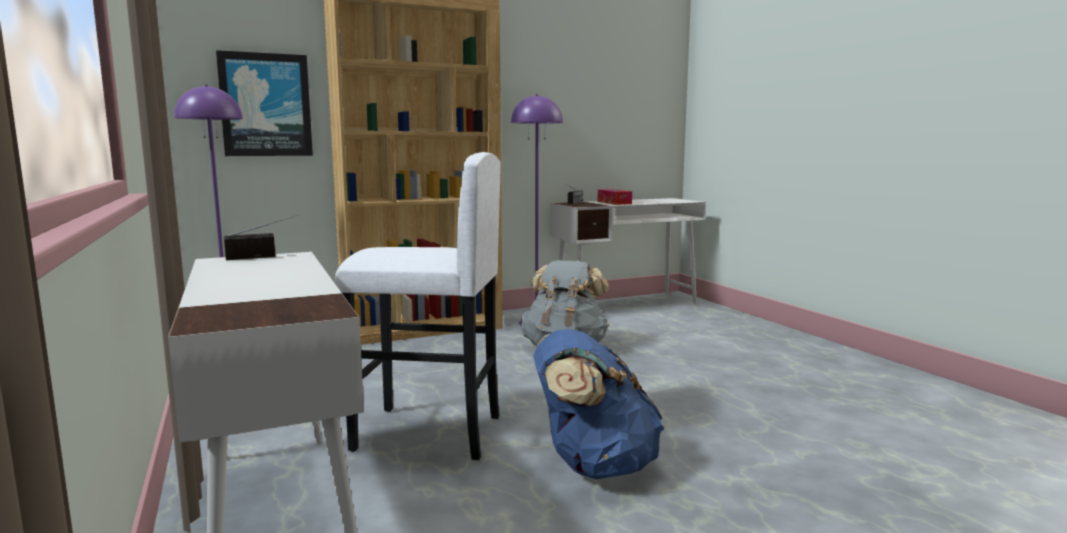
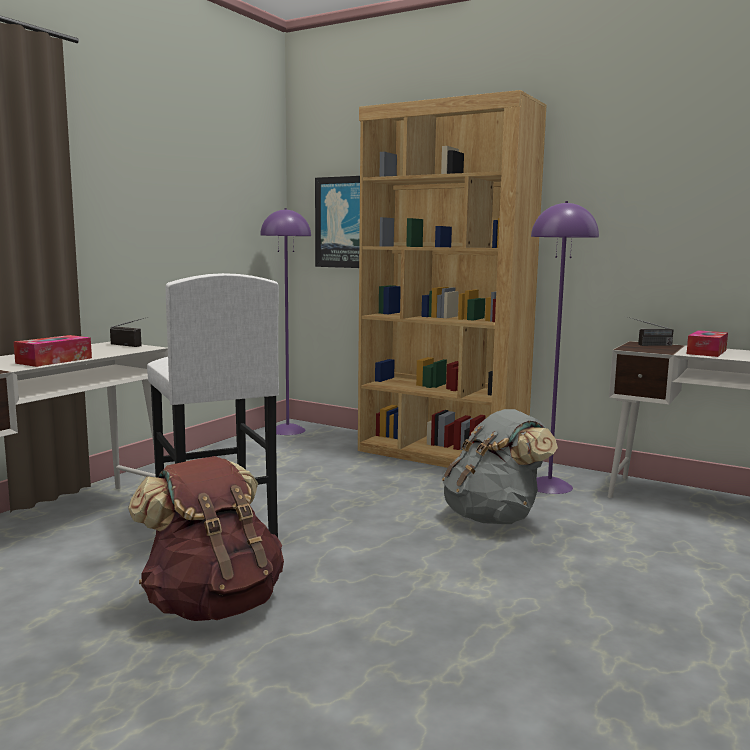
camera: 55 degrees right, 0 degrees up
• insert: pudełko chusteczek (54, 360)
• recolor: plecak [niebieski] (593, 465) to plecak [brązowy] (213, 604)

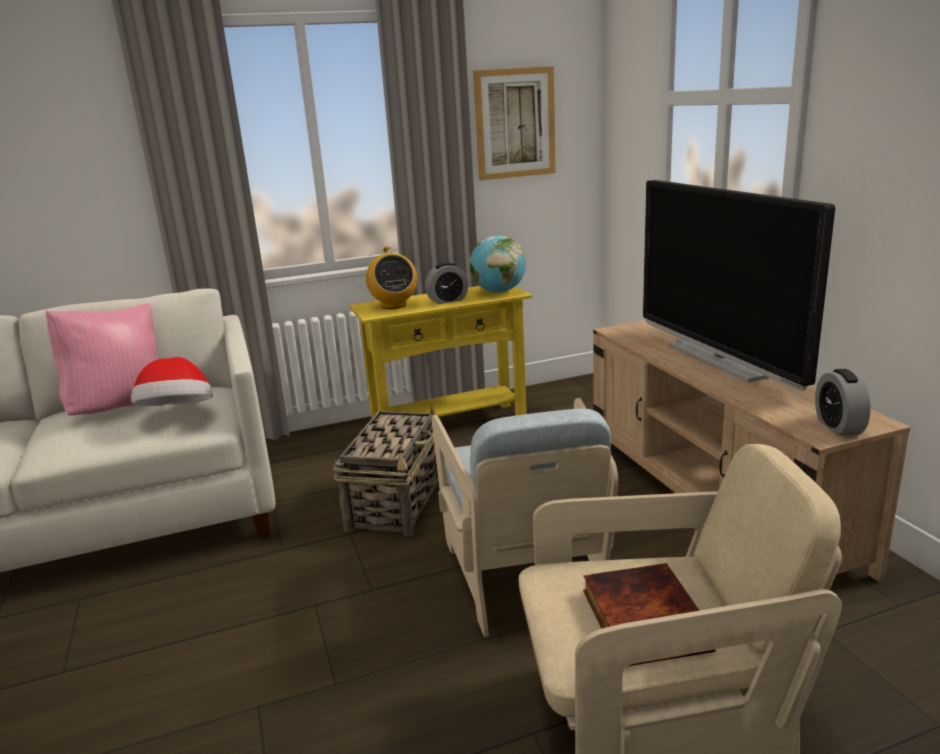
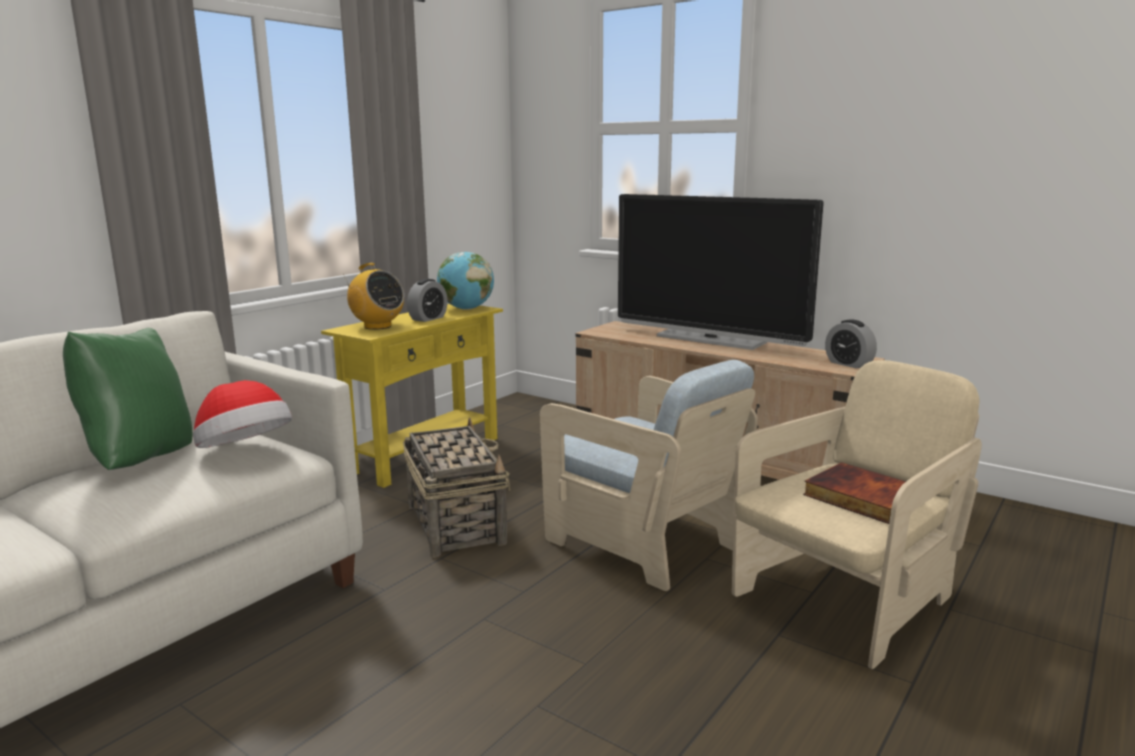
camera: 35 degrees left, 5 degrees down
• recolor: poduszka [różowy] (121, 407) to poduszka [zielony] (139, 460)
• delete: obraz (515, 123)

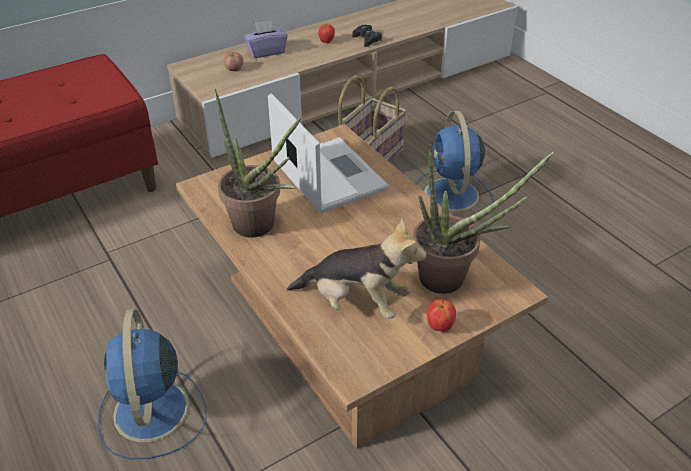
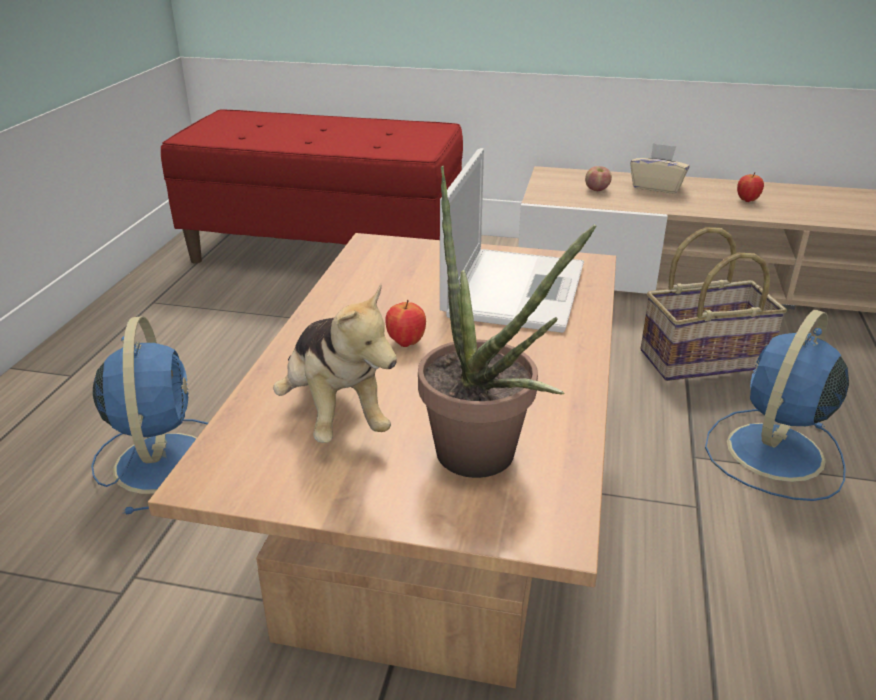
camera: 45 degrees right, 10 degrees down
• rotate: wentylator [niebieski] (151, 413) = (163, 460) 135 degrees clockwise
• move: jabłko (439, 327) to (406, 343)
• recolor: pudełko chusteczek [fioletowy] (266, 52) to pudełko chusteczek [beżowy] (657, 187)
• delete: roślina doniczkowa (260, 228)
• delete: pad do gier [czarny] (367, 39)

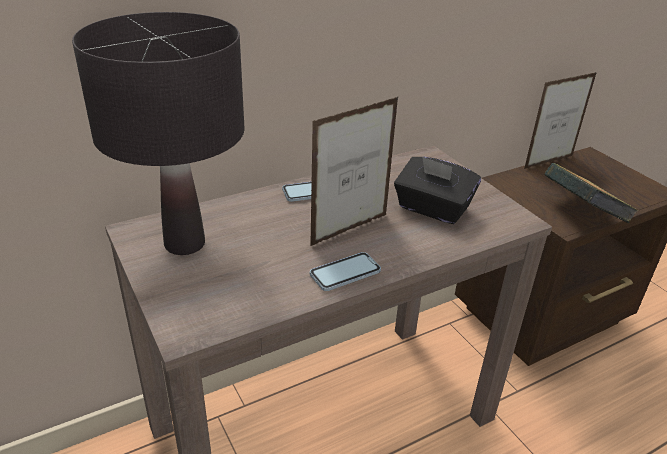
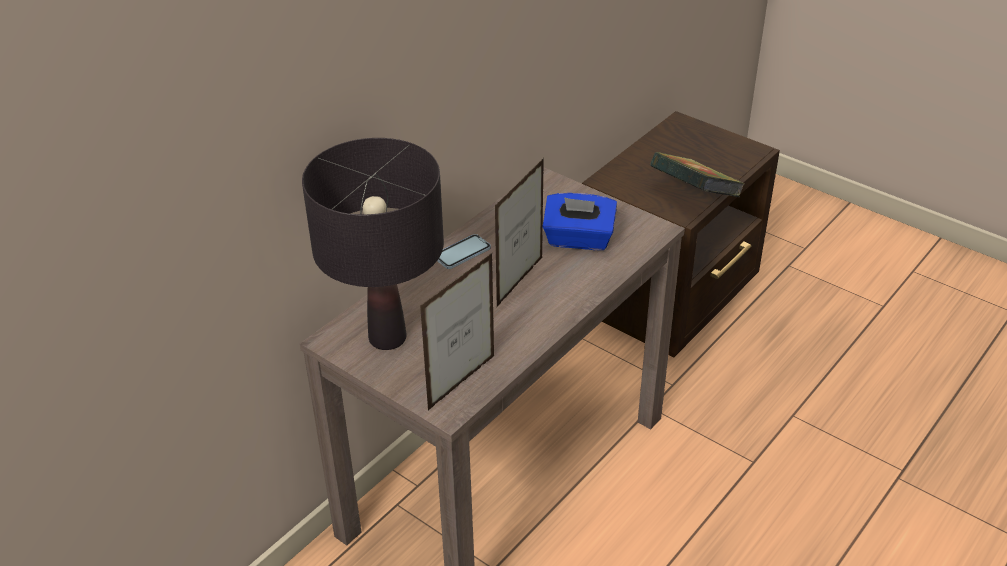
camera: 20 degrees left, 5 degrees up
• move: ramka na zdjęcie (548, 162) to (462, 382)
• recolor: pudełko chusteczek [czarny] (432, 209) to pudełko chusteczek [niebieski] (578, 239)
• delete: telefon (345, 273)

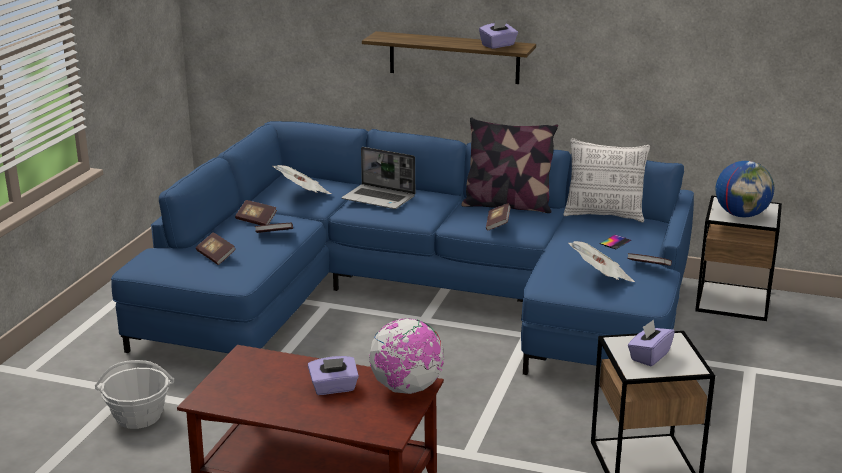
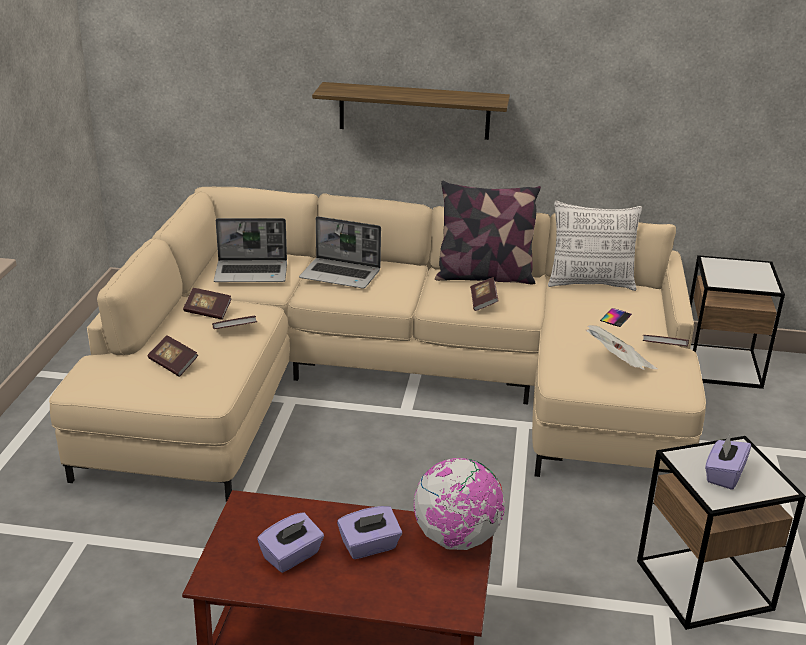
camera: 10 degrees left, 5 degrees up
• recolor: kanapa [niebieski] (416, 297) to kanapa [beżowy] (388, 384)
• replace: gazeta (303, 193) to laptop (252, 273)
• move: pudełko chusteczek [fioletowy] (498, 45) to (292, 556)
• delete: koszyk (138, 416)
• delete: globus (741, 215)

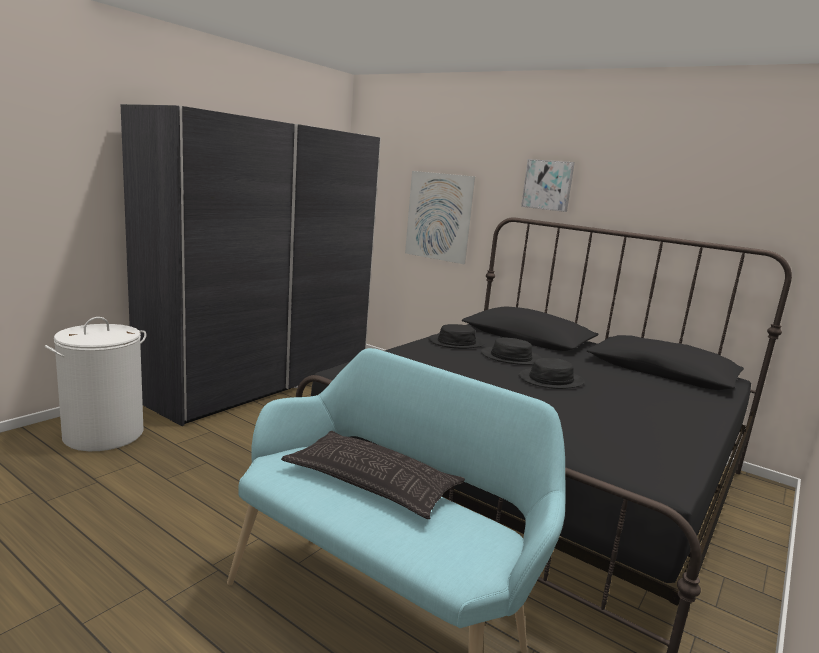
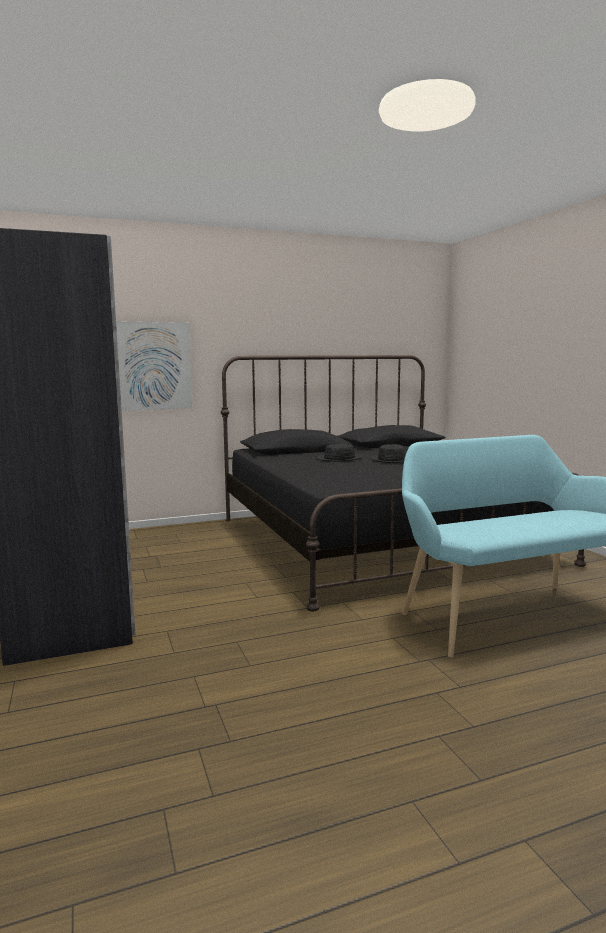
camera: 55 degrees left, 5 degrees down
• delete: kosz na pranie [biały] (104, 434)
• delete: poduszka (372, 483)
• delete: kapelusz [czarny] (456, 342)
• delete: obraz (548, 185)

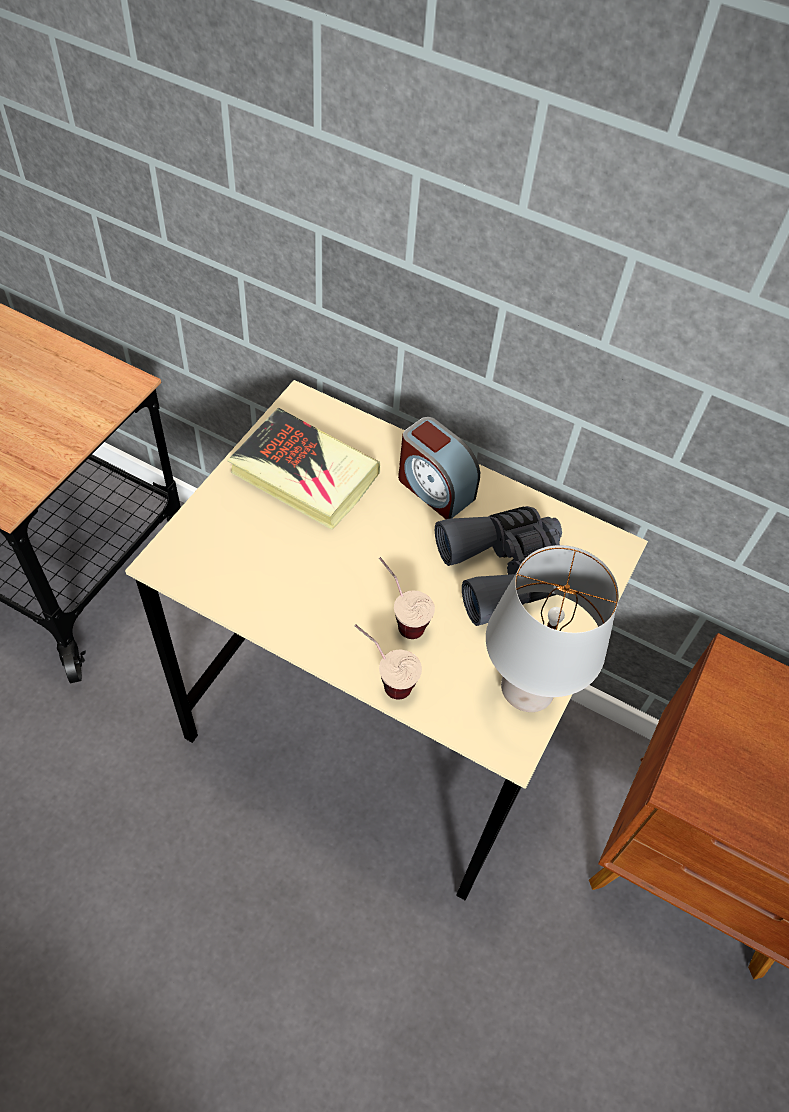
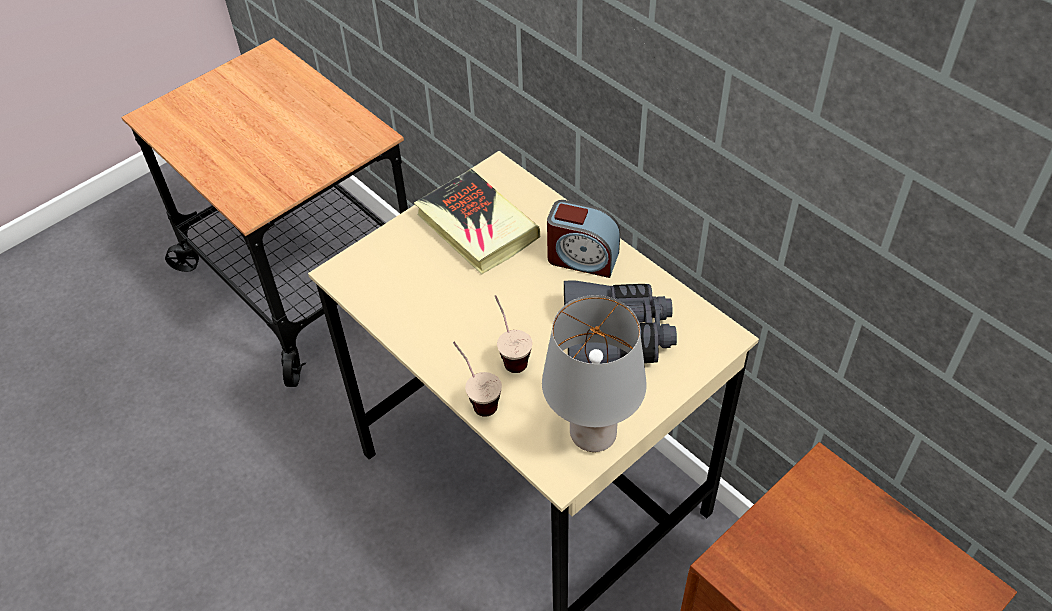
camera: 25 degrees right, 5 degrees down
• rotate: budzik (434, 488) = (582, 258) 45 degrees counterclockwise

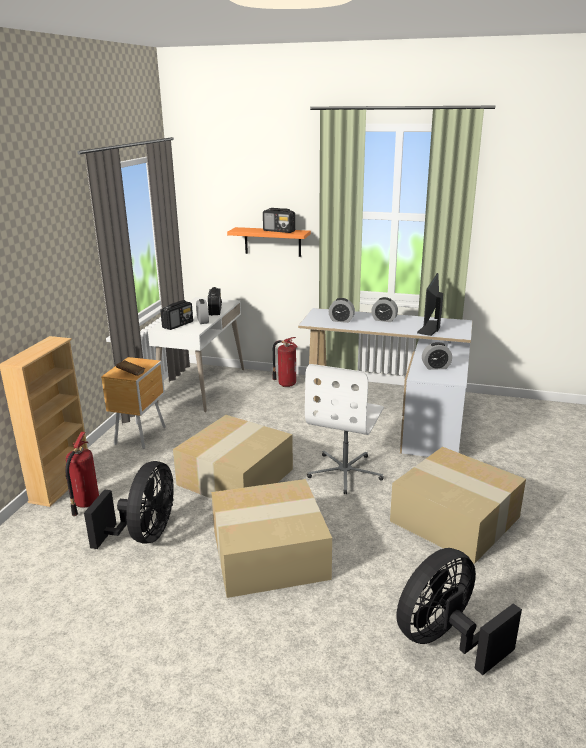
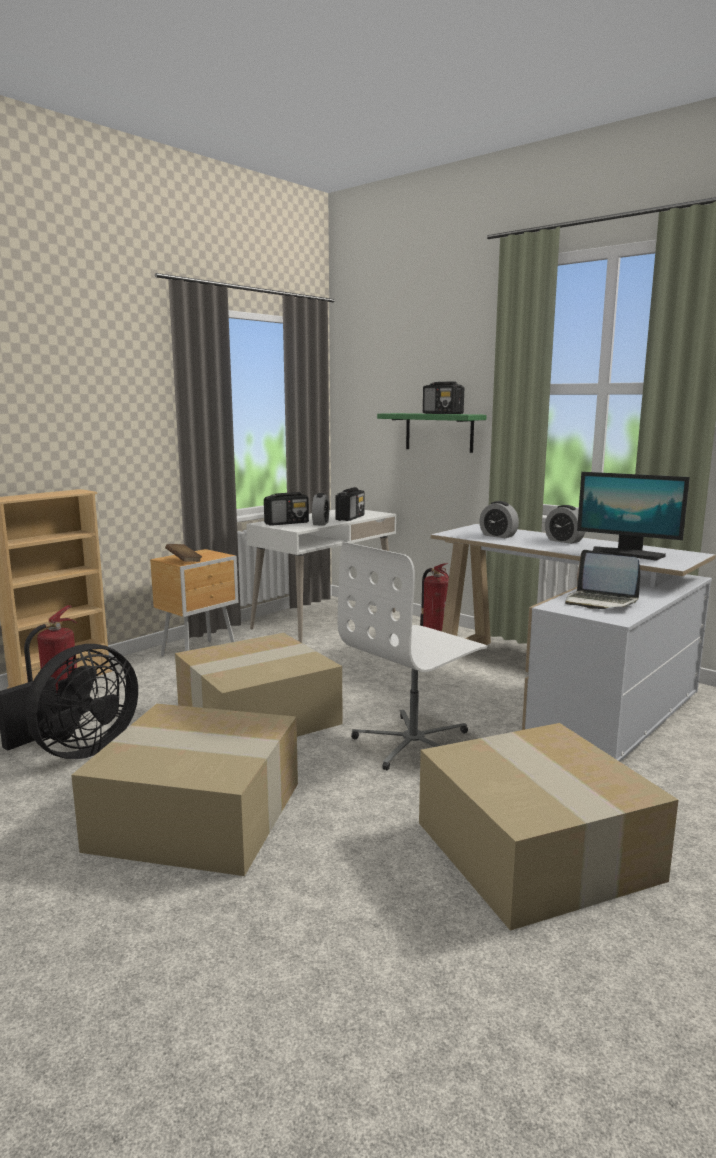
camera: 25 degrees right, 10 degrees down
• recolor: półka [pomarańczowy] (272, 242) to półka [zielony] (439, 432)
• replace: budzik (436, 367) to laptop (600, 602)
• rotate: monitor (430, 328) = (627, 554) 105 degrees counterclockwise
• delete: wentylator [czarny] (445, 639)

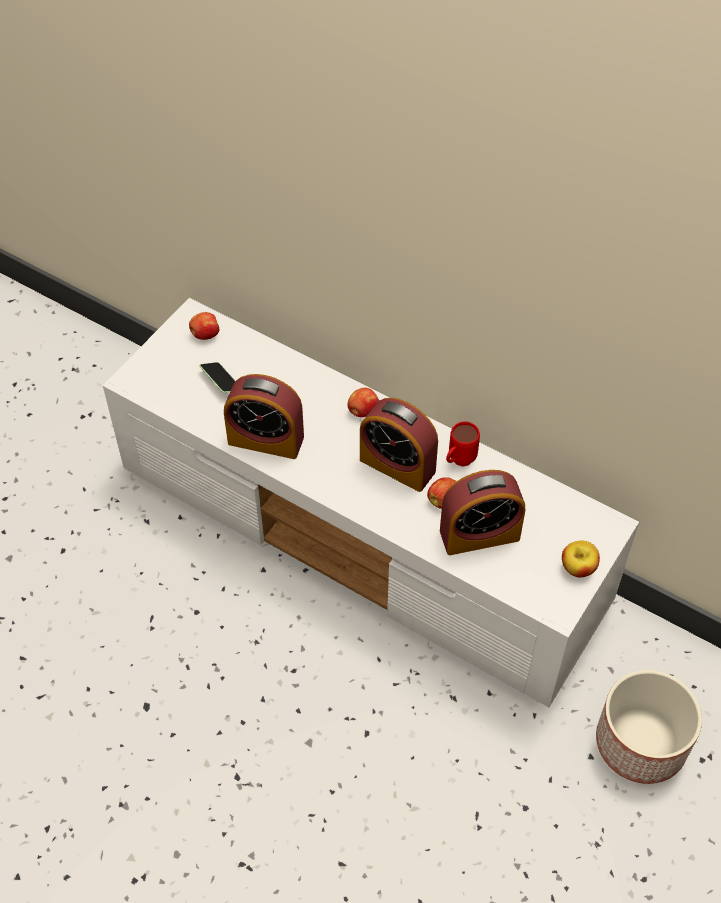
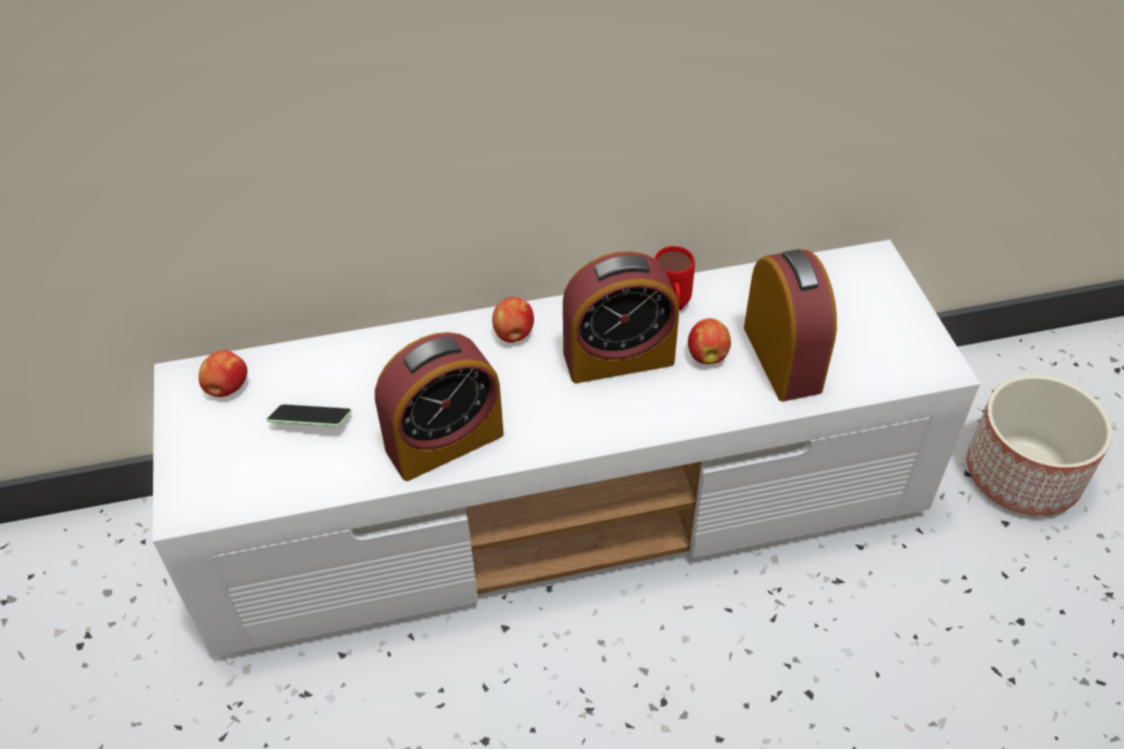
camera: 45 degrees left, 5 degrees down
• rotate: budzik (479, 534) = (782, 358) 45 degrees counterclockwise
• delete: jabłko (578, 568)

